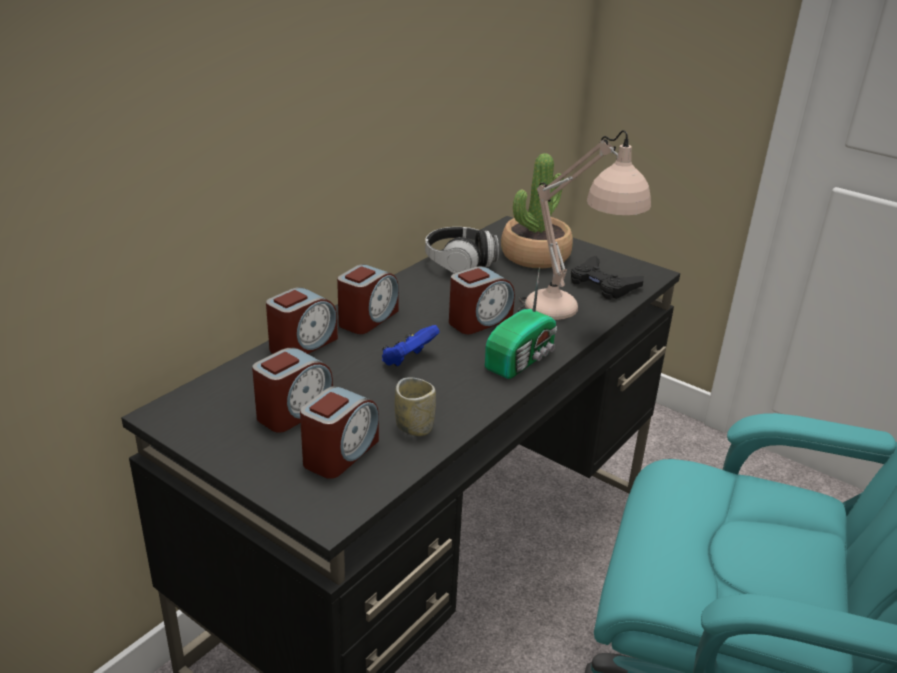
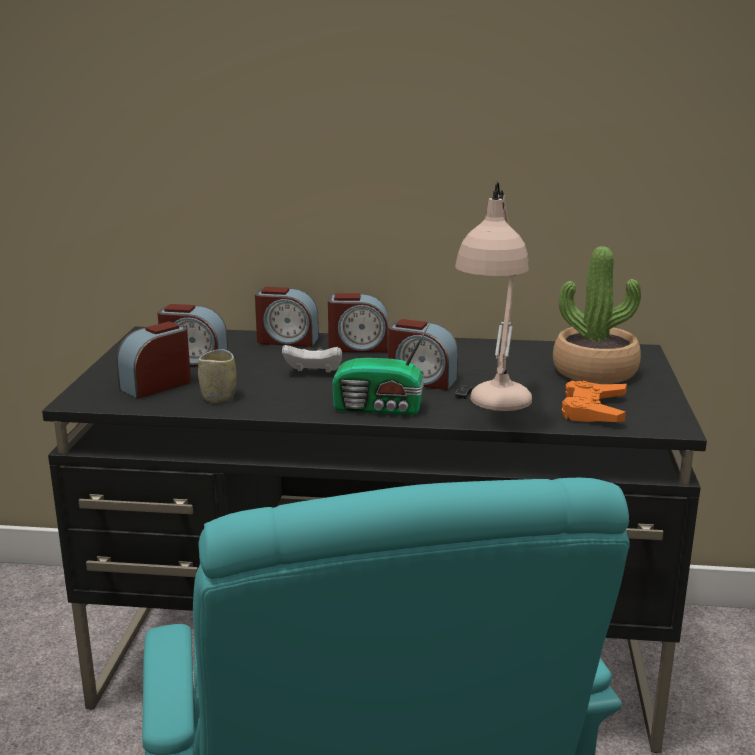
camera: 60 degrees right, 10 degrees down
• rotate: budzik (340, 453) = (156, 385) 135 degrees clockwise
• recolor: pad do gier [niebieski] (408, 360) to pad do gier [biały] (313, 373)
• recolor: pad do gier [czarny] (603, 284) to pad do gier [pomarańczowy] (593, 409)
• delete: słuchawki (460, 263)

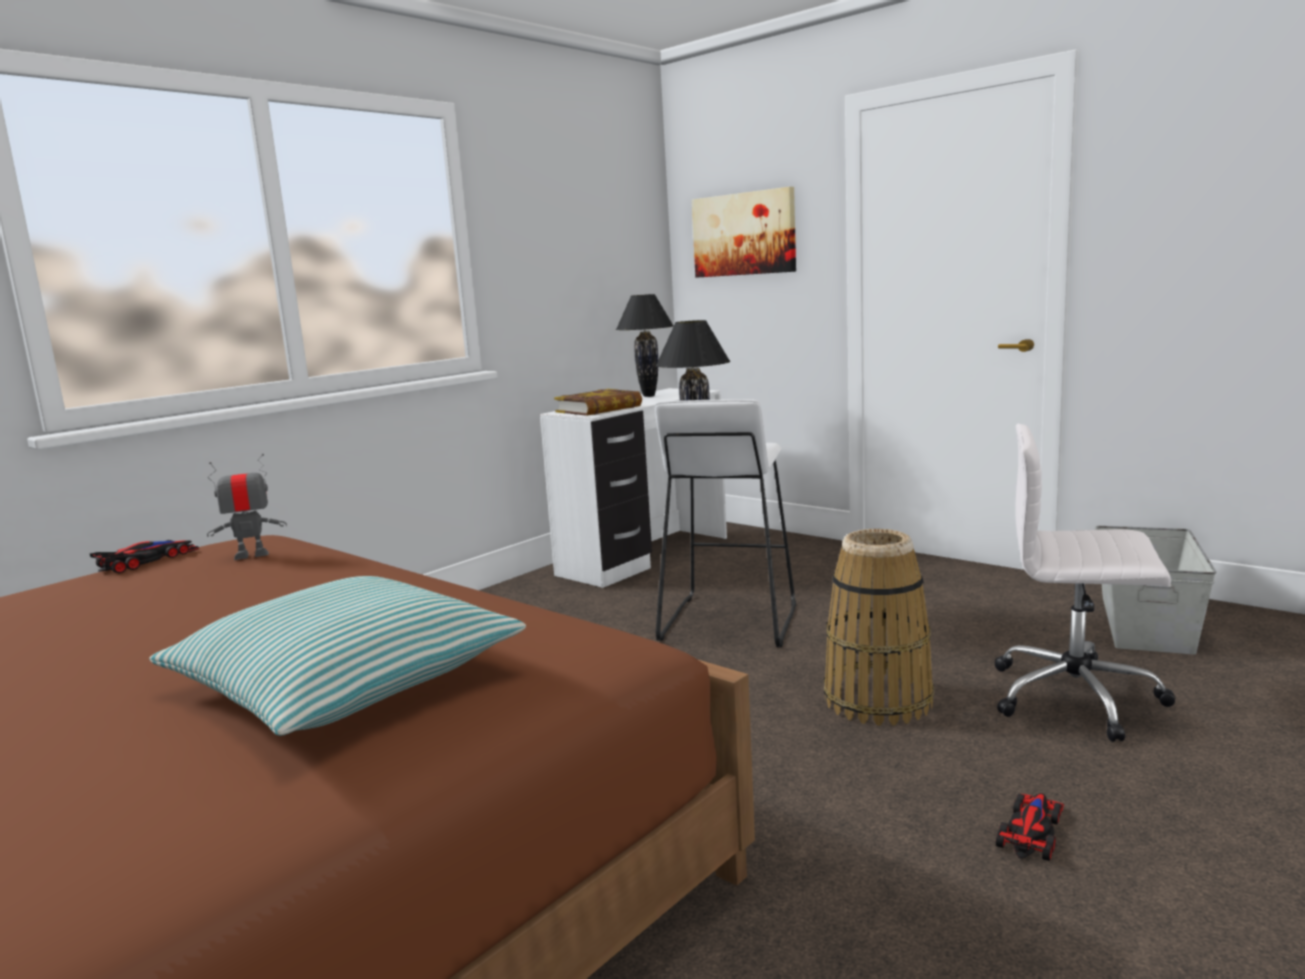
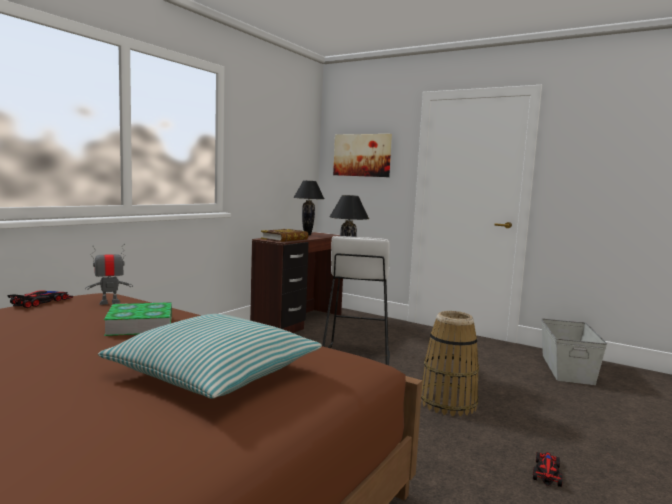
camera: 10 degrees left, 5 degrees down
• insert: książka (140, 325)
• recolor: biurko [biały] (646, 556) to biurko [brązowy] (299, 322)
• delete: krzesło biurowe [biały] (1078, 697)

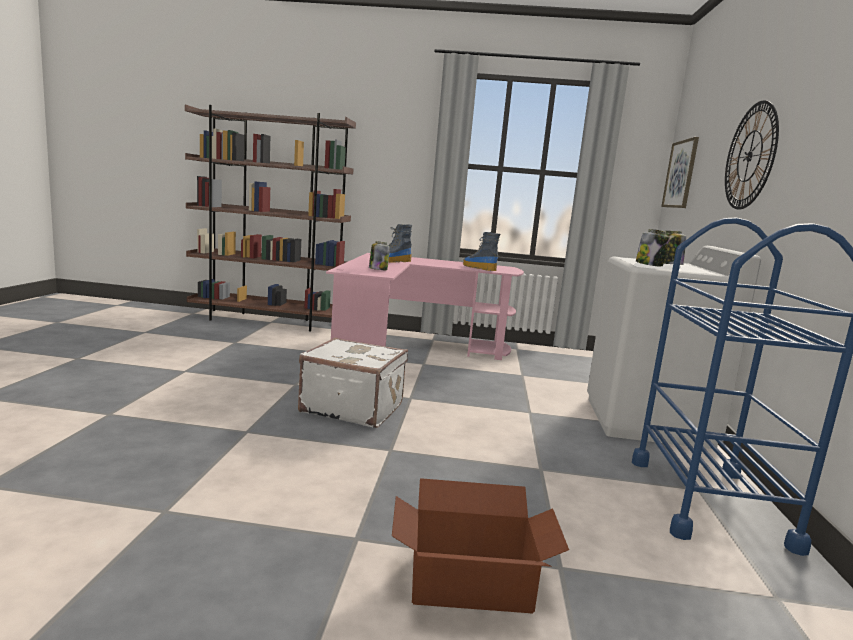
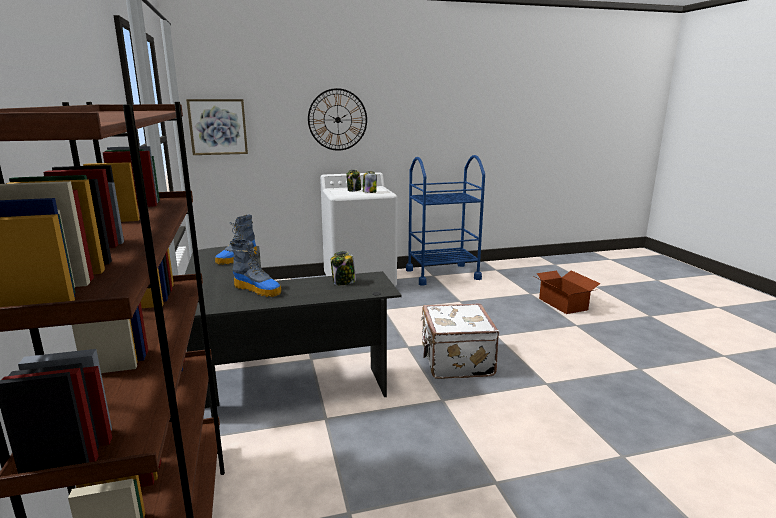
camera: 110 degrees left, 5 degrees up
• recolor: biurko [różowy] (412, 350) to biurko [czarny] (265, 374)

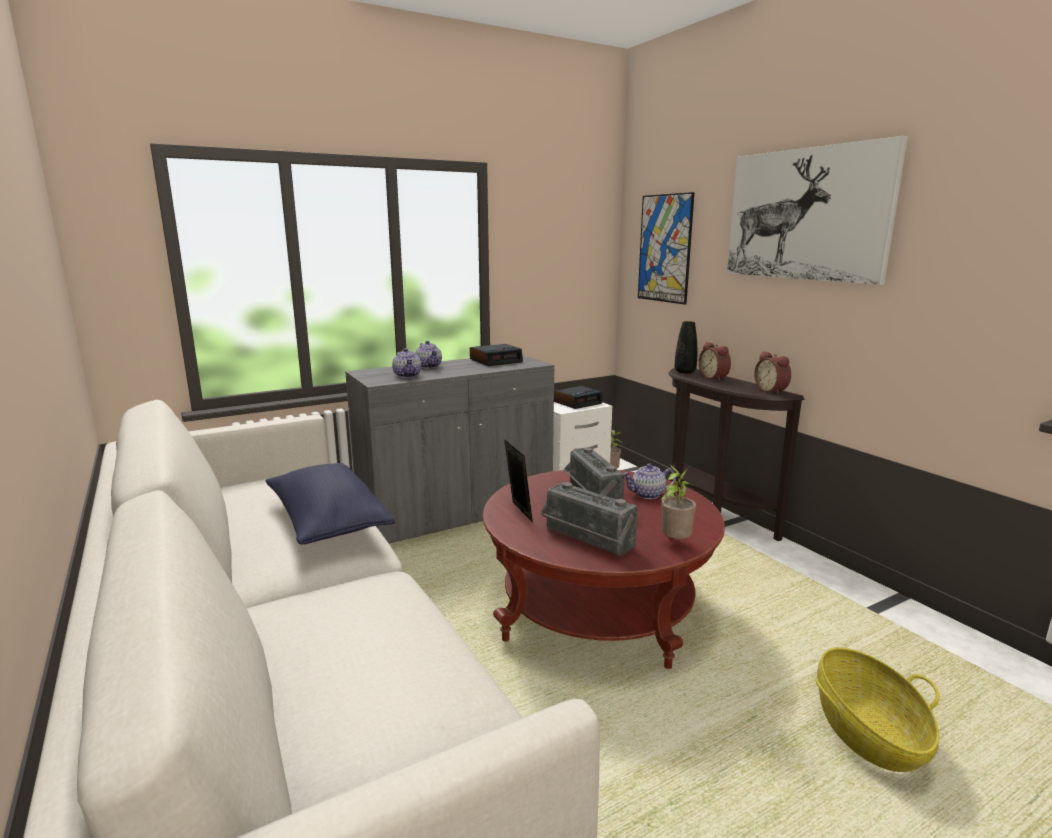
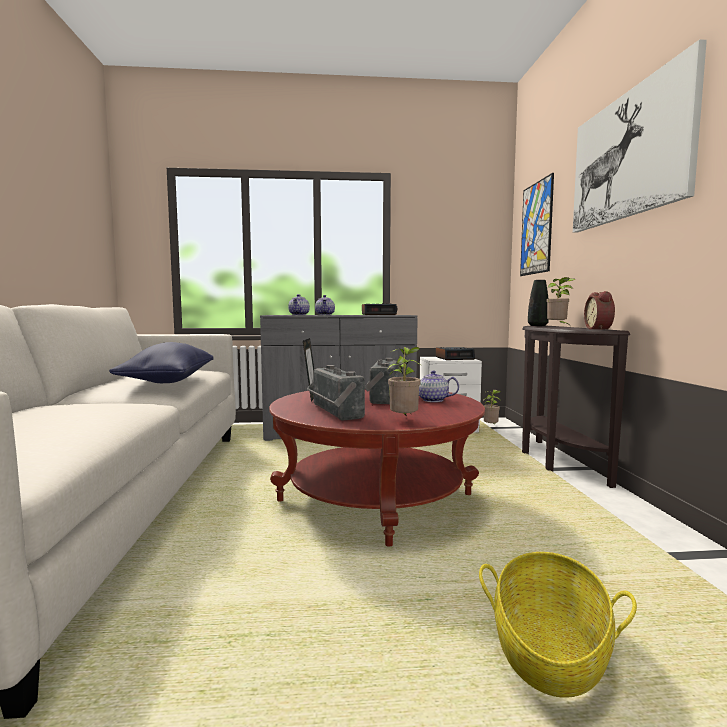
camera: 25 degrees right, 10 degrees down
• replace: budzik (714, 378) to roślina doniczkowa (558, 327)

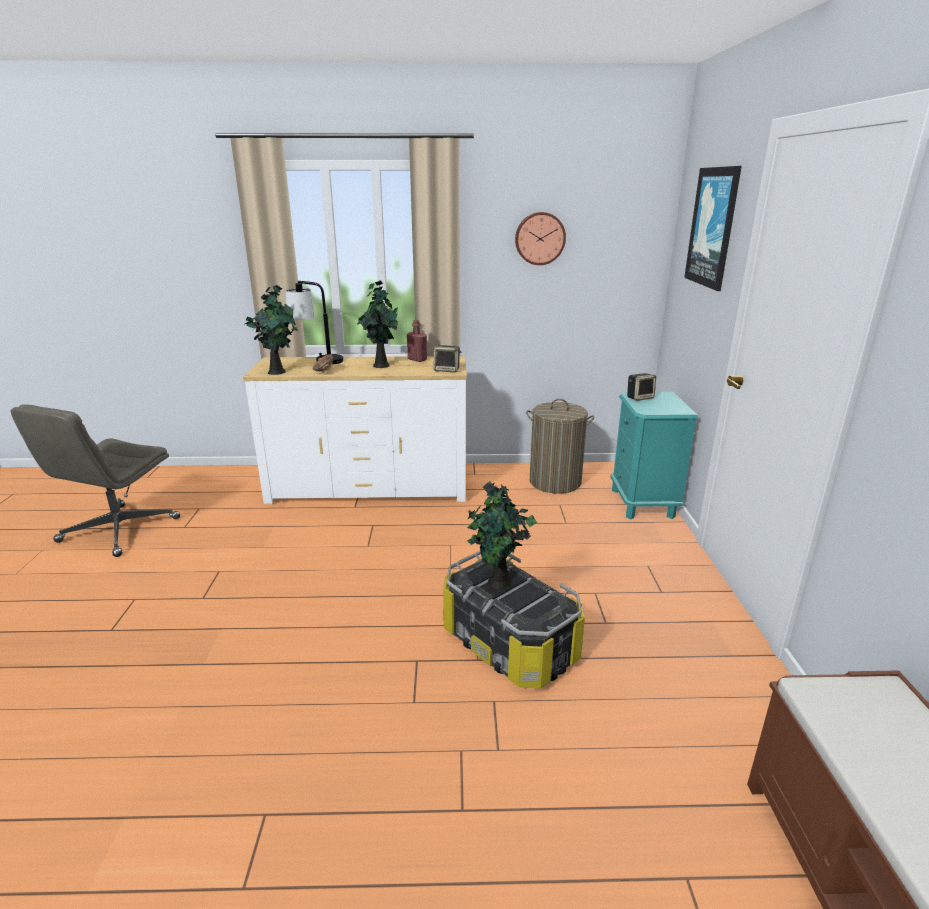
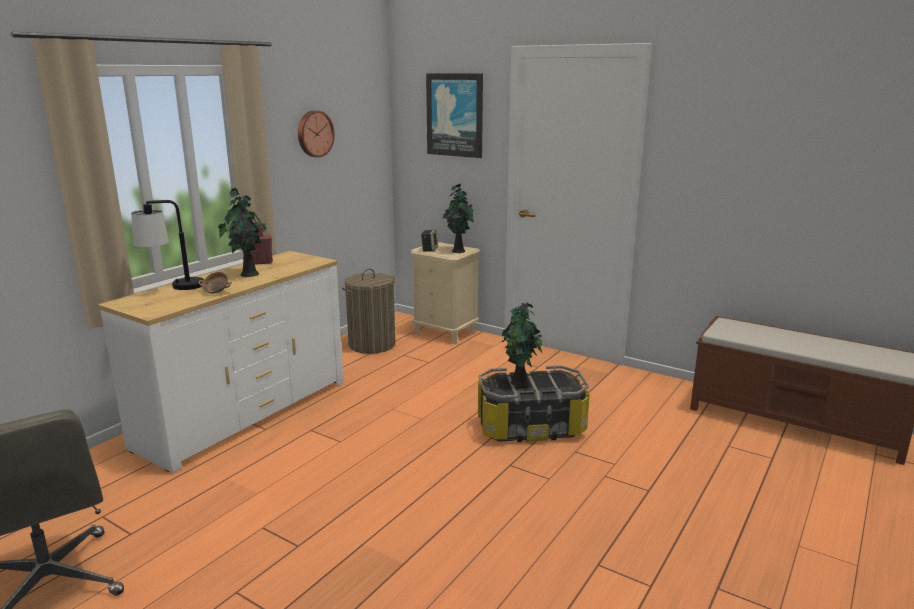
camera: 55 degrees left, 5 degrees down
• recolor: szafka nocna [turkusowy] (643, 503) to szafka nocna [beżowy] (445, 332)
• move: roślina doniczkowa (278, 371) to (457, 251)
• delete: głośnik (447, 370)

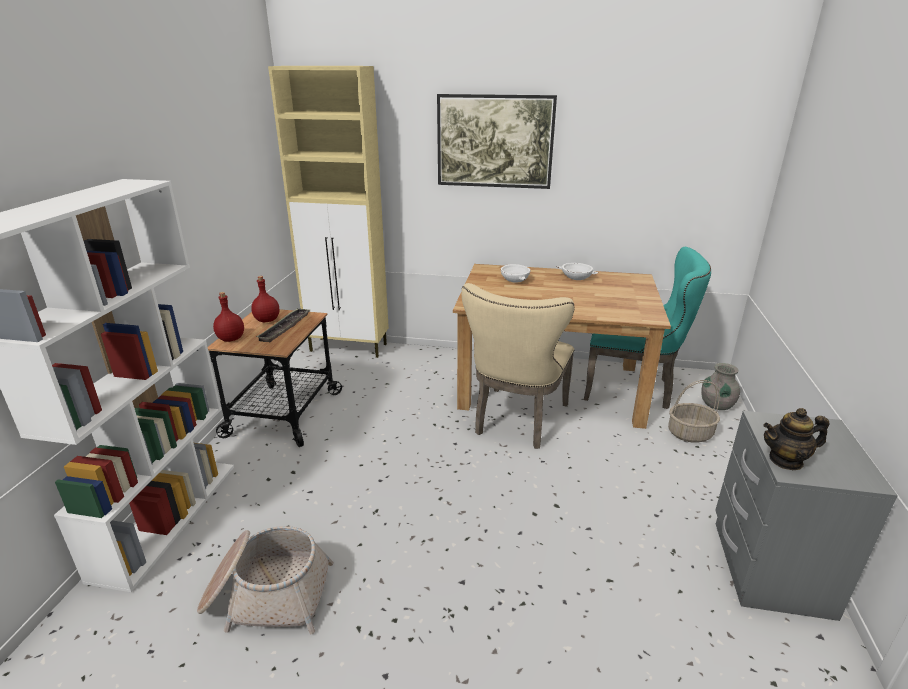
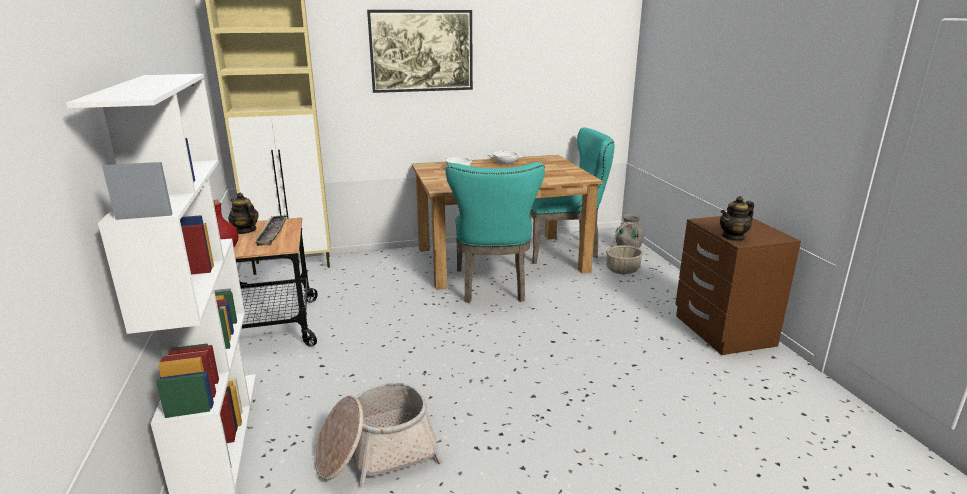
camera: 25 degrees left, 5 degrees down
• replace: butelka [czerwony] (267, 320) to imbryk (245, 230)
• recolor: krzesło [beżowy] (517, 421) to krzesło [turkusowy] (493, 287)
• recolor: szafka nocna [szary] (768, 567) to szafka nocna [brązowy] (722, 331)

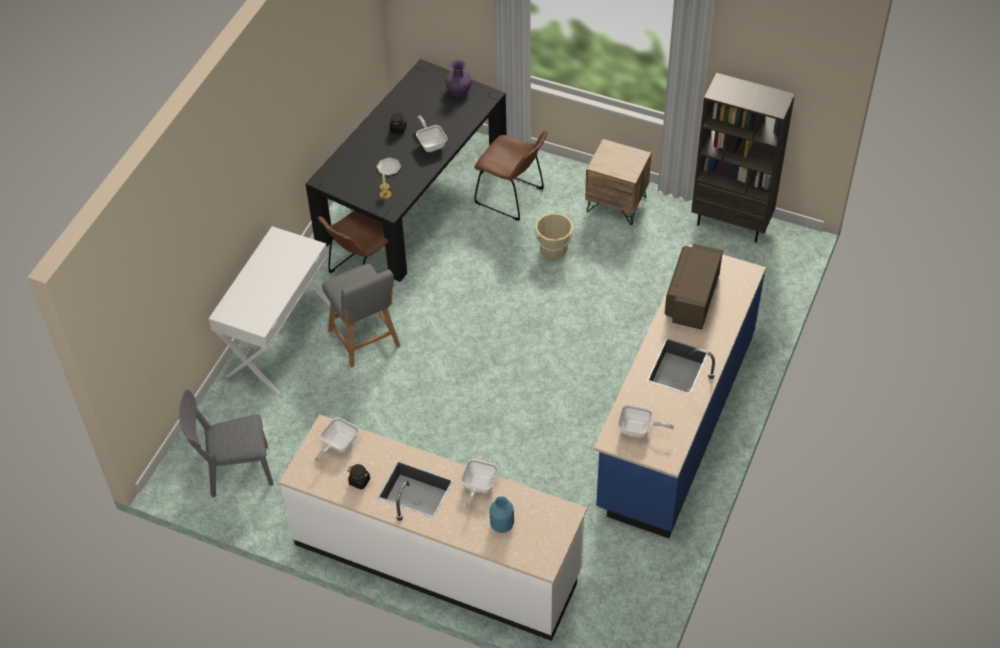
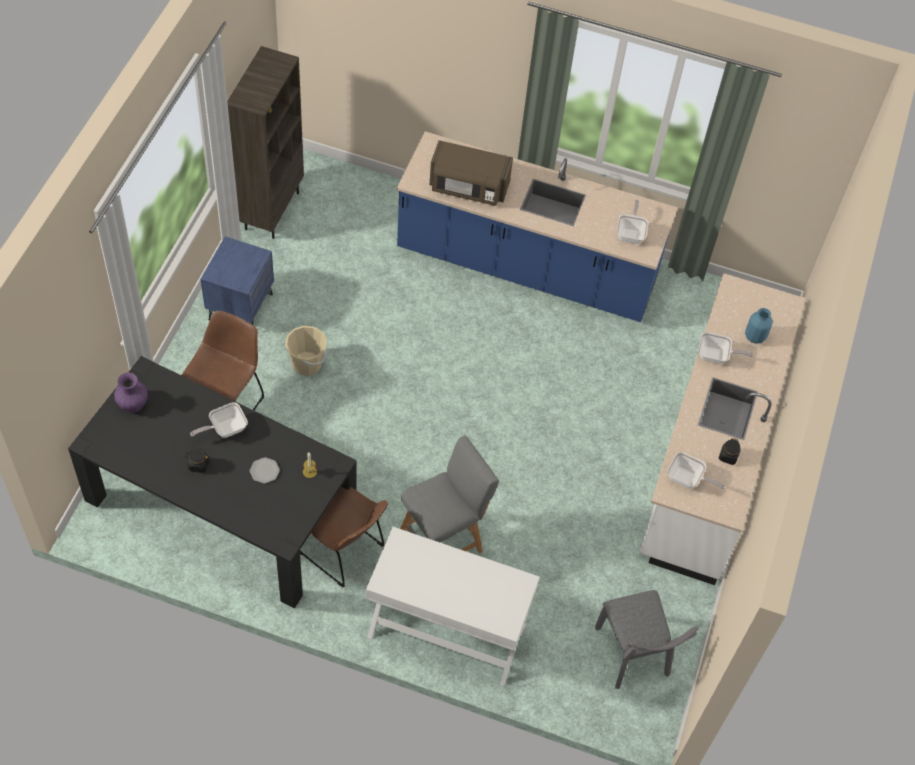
camera: 100 degrees left, 5 degrees up
• recolor: szafka nocna [brązowy] (616, 204) to szafka nocna [niebieski] (240, 306)

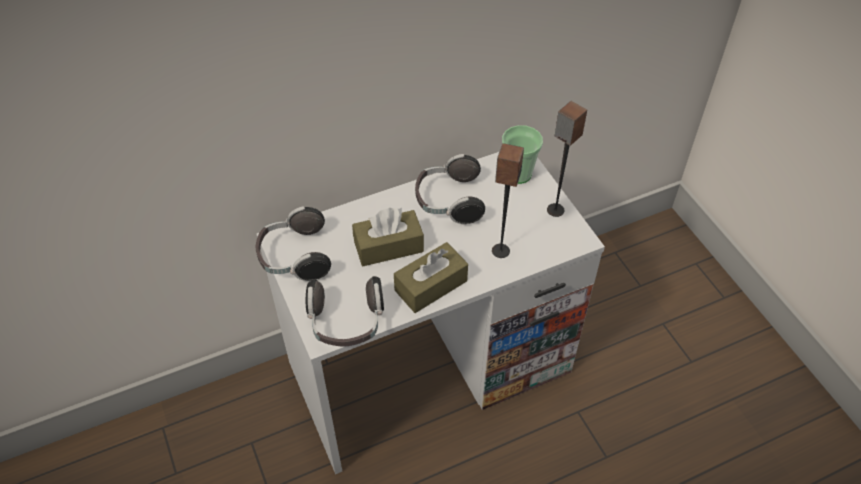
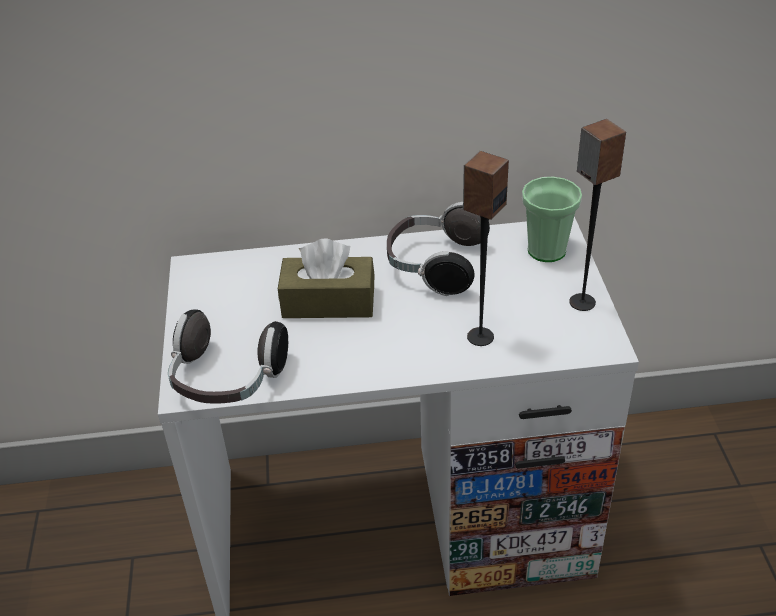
camera: 20 degrees right, 10 degrees down
• delete: słuchawki (294, 257)
• delete: pudełko chusteczek [brązowy] (431, 285)

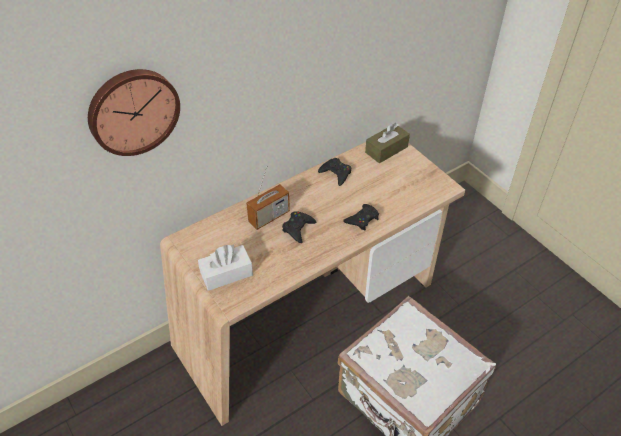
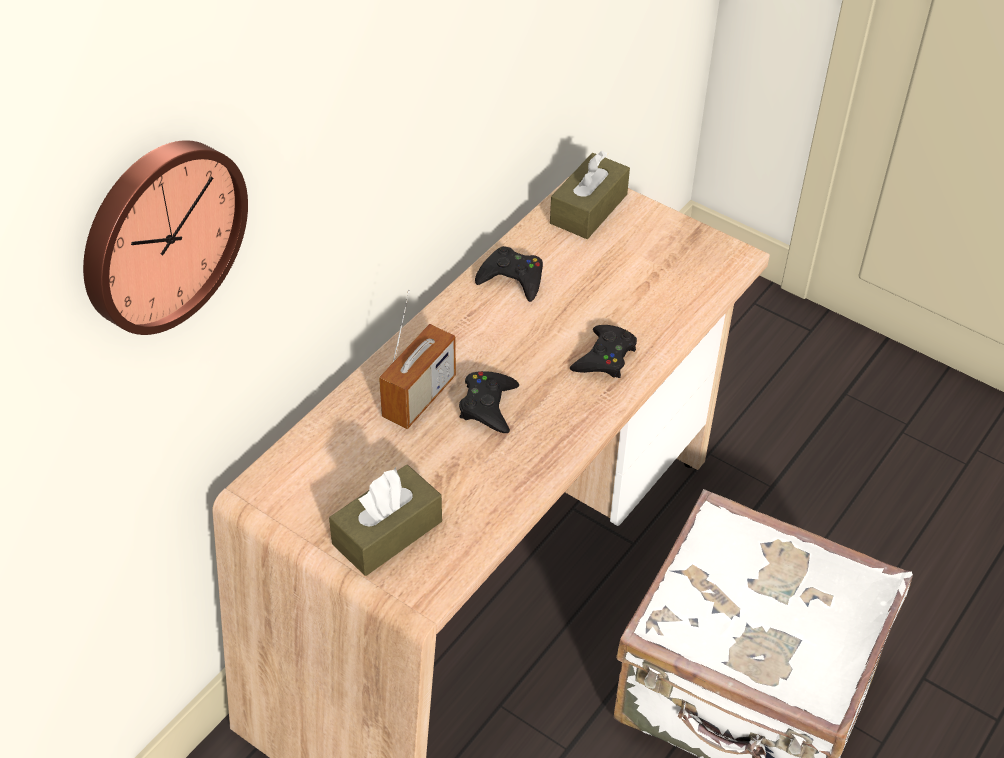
camera: 20 degrees left, 0 degrees up
• recolor: pudełko chusteczek [biały] (226, 274) to pudełko chusteczek [brązowy] (387, 532)

